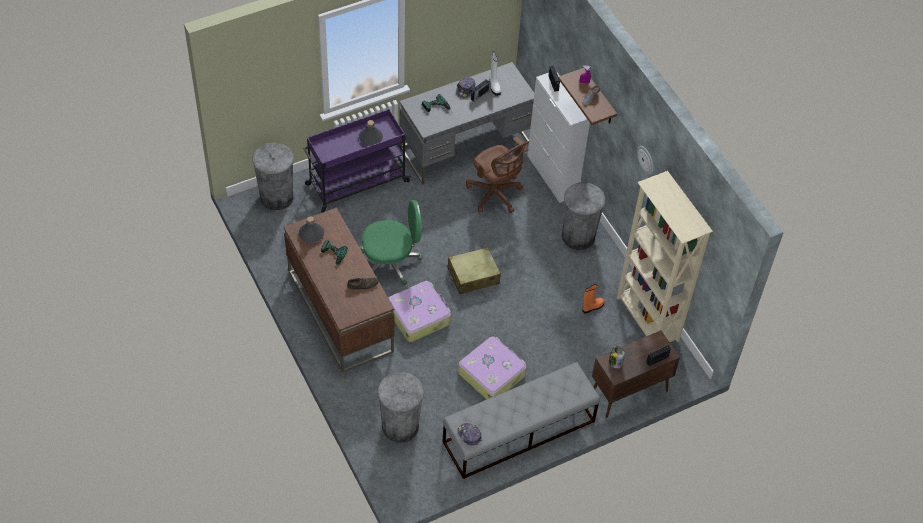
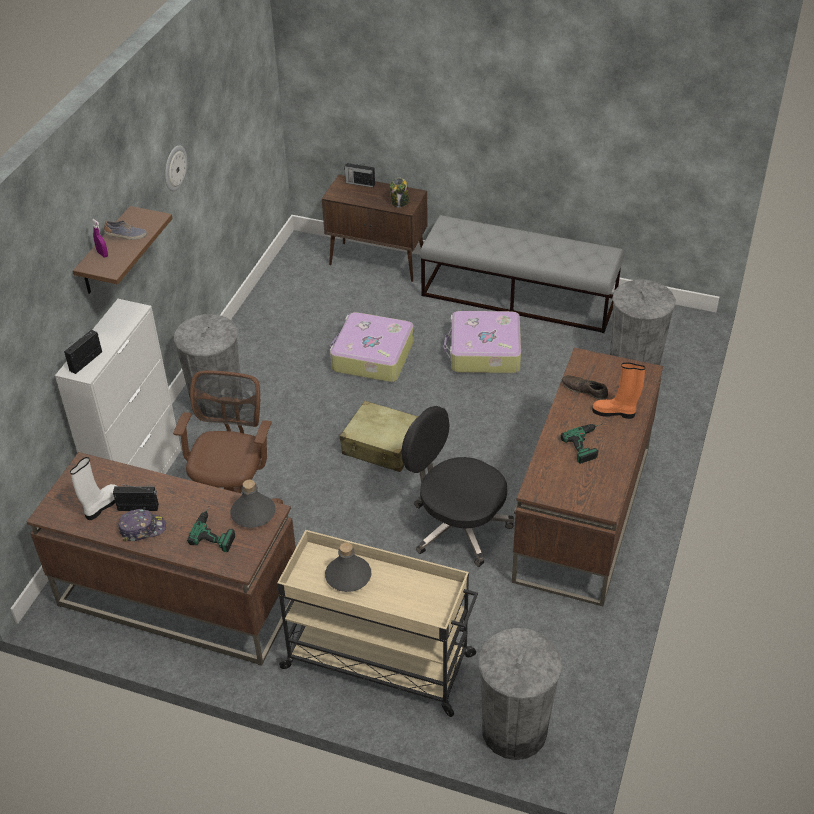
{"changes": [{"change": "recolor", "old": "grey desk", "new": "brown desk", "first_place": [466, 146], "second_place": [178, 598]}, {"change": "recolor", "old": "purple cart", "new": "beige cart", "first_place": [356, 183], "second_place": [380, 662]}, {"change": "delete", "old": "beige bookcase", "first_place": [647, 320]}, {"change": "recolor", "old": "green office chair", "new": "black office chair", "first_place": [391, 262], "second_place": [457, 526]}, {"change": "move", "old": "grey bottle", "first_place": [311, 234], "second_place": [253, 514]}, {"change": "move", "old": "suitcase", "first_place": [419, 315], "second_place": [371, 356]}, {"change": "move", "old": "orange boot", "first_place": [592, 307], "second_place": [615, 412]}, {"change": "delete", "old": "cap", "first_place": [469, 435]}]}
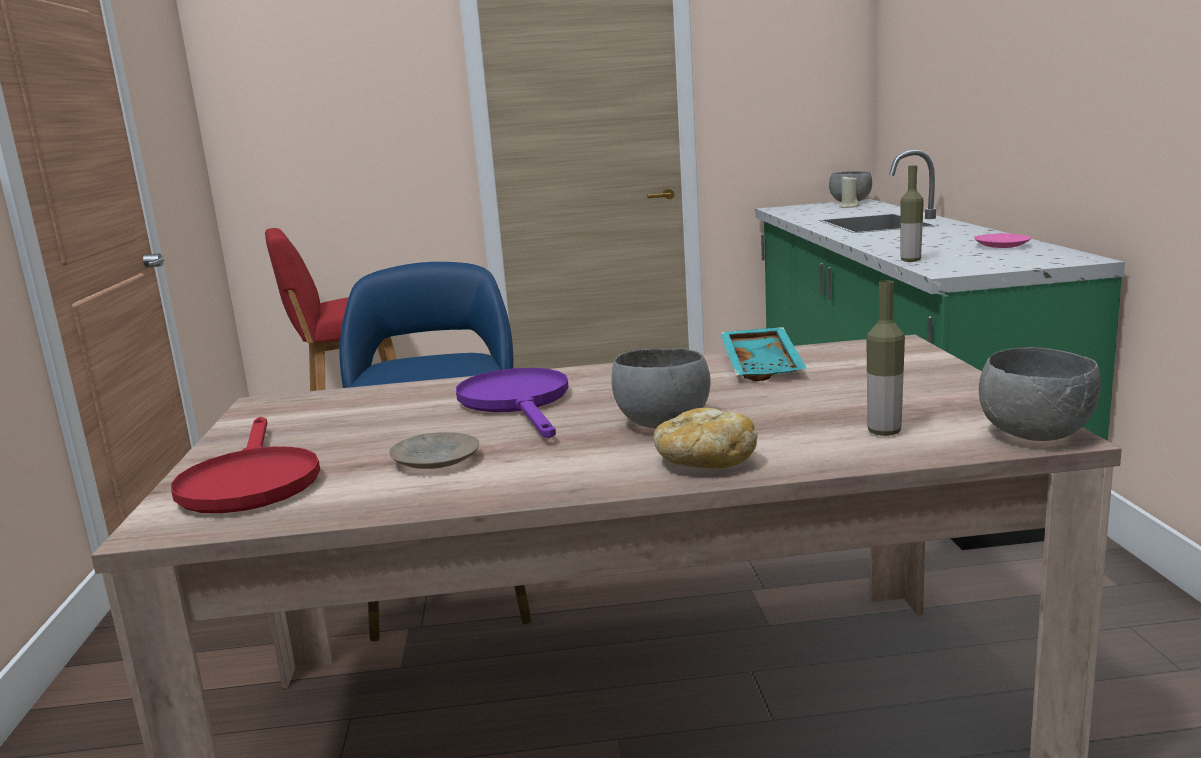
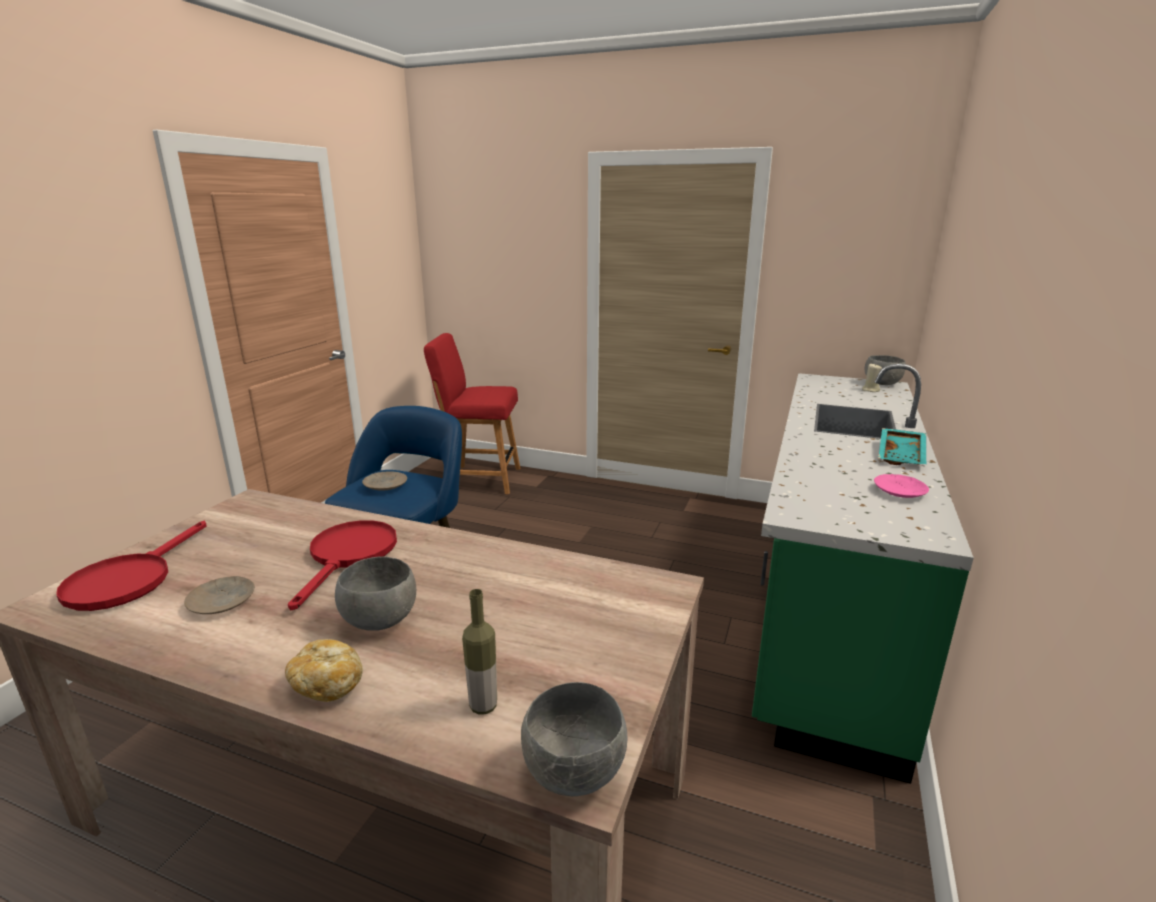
{"changes": [{"change": "delete", "old": "bottle", "first_place": [910, 260]}, {"change": "move", "old": "turquoise tray", "first_place": [764, 366], "second_place": [902, 455]}, {"change": "recolor", "old": "purple frying pan", "new": "red frying pan", "first_place": [518, 402], "second_place": [349, 556]}, {"change": "insert", "new": "beige plate", "second_place": [385, 485]}]}
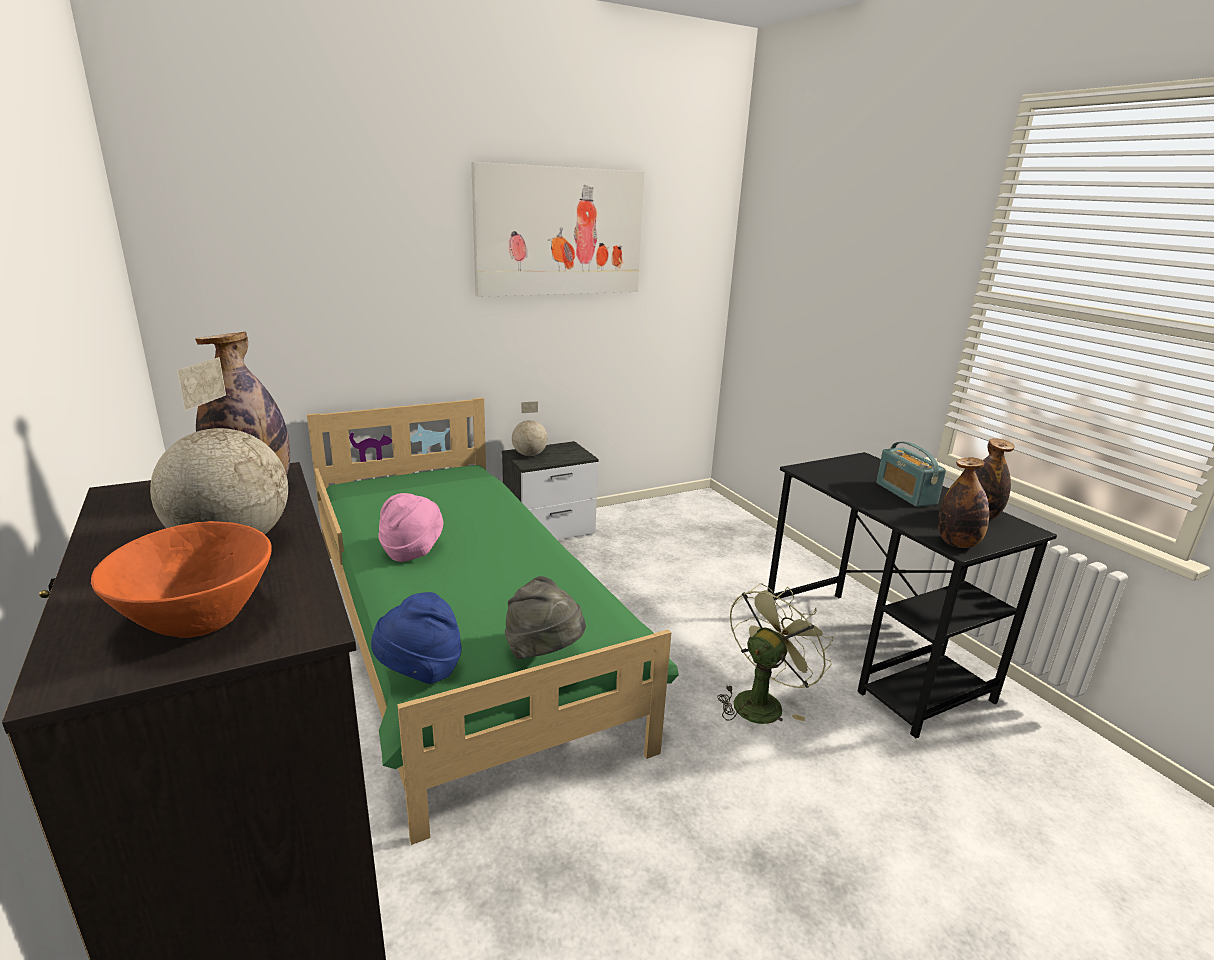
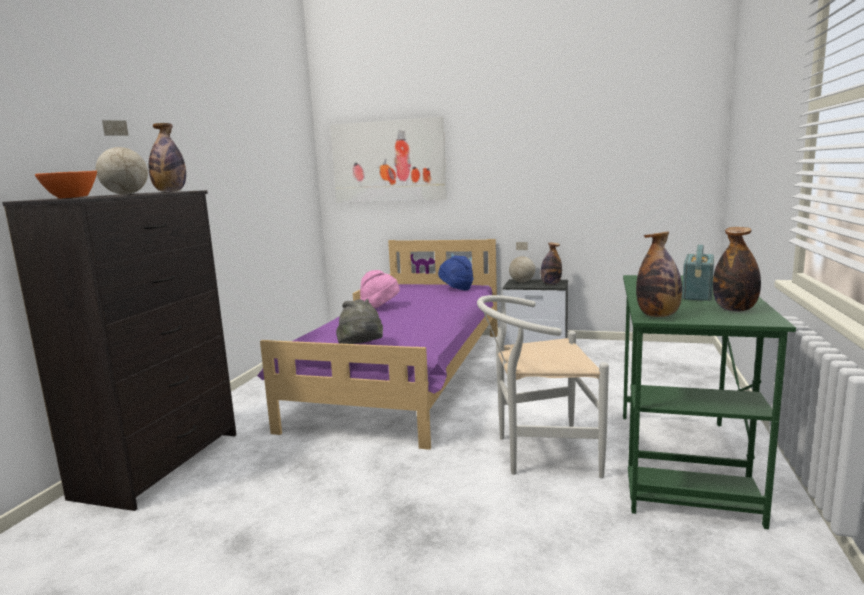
{"changes": [{"change": "move", "old": "picture", "first_place": [560, 232], "second_place": [388, 161]}, {"change": "recolor", "old": "green bed", "new": "purple bed", "first_place": [463, 637], "second_place": [408, 375]}, {"change": "recolor", "old": "black desk", "new": "green desk", "first_place": [872, 657], "second_place": [682, 463]}, {"change": "replace", "old": "green fan", "new": "white chair", "first_place": [762, 701], "second_place": [538, 452]}, {"change": "move", "old": "blue hat", "first_place": [420, 671], "second_place": [456, 289]}, {"change": "insert", "new": "bottle", "second_place": [551, 284]}]}
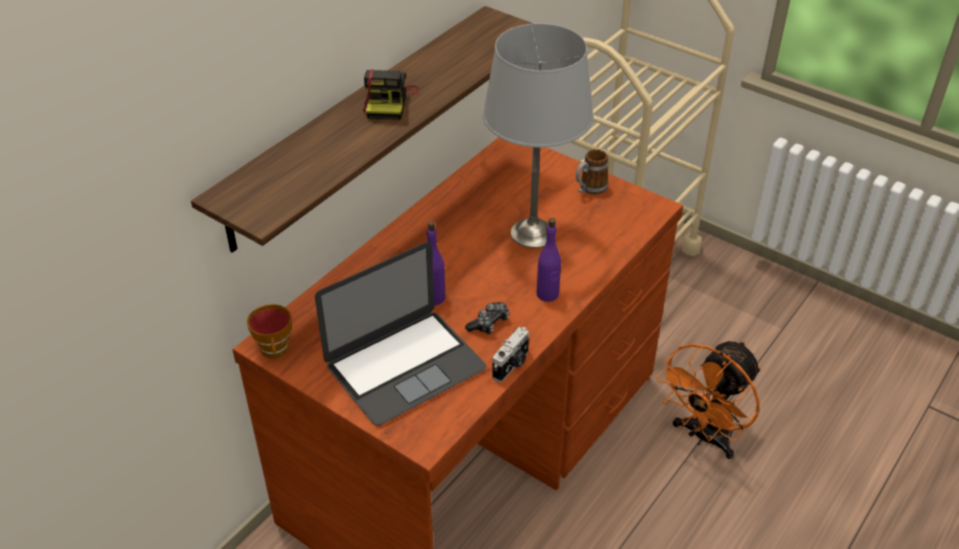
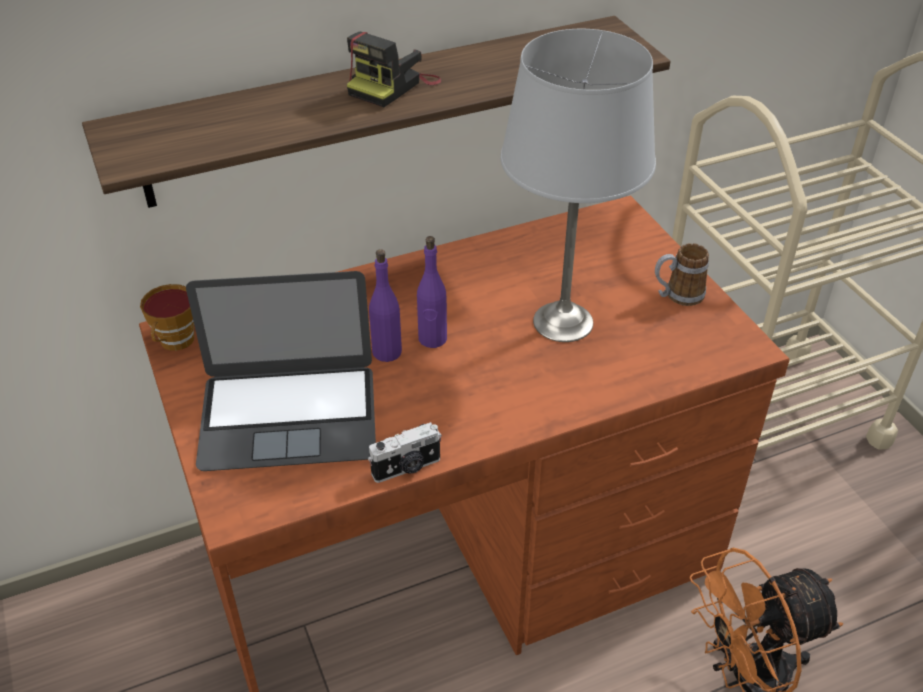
{"changes": [{"change": "move", "old": "purple bottle", "first_place": [547, 294], "second_place": [432, 339]}, {"change": "delete", "old": "game controller", "first_place": [489, 323]}]}
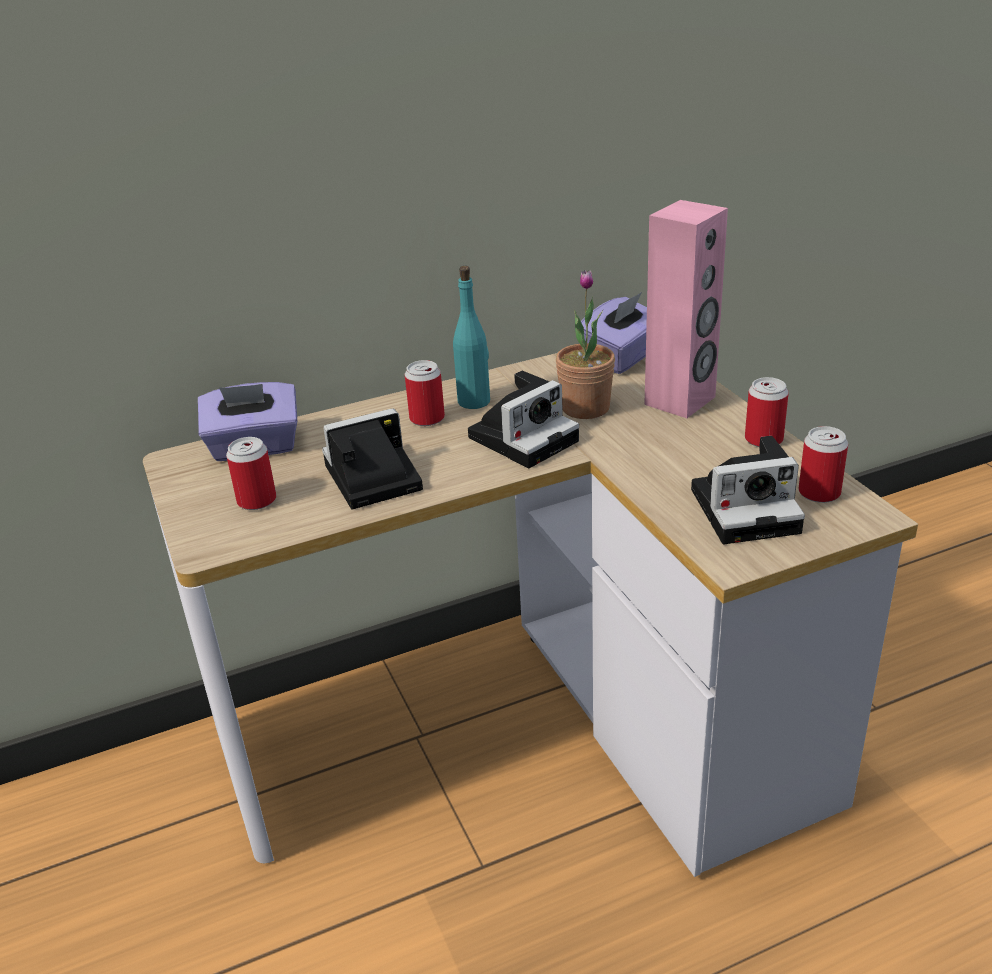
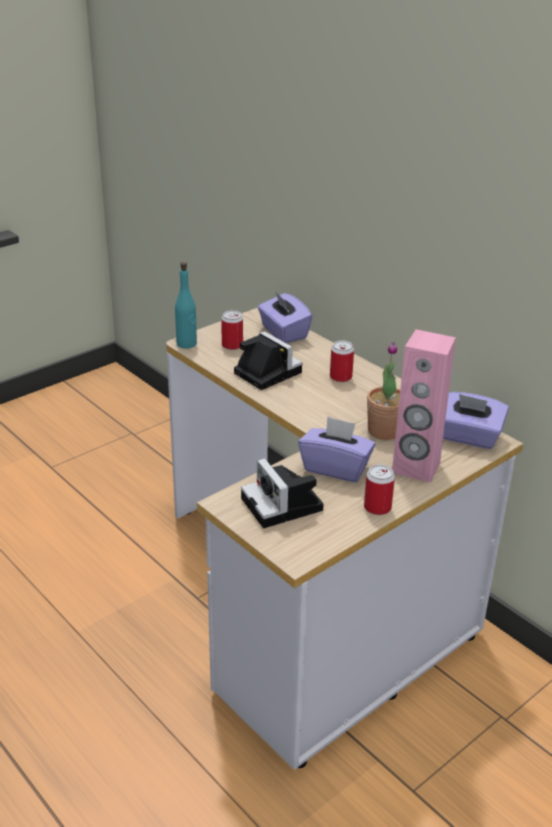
{"changes": [{"change": "move", "old": "turquoise bottle", "first_place": [474, 401], "second_place": [187, 344]}, {"change": "delete", "old": "photo camera", "first_place": [525, 437]}, {"change": "delete", "old": "can", "first_place": [819, 493]}, {"change": "insert", "new": "purple tissue box", "second_place": [336, 468]}]}
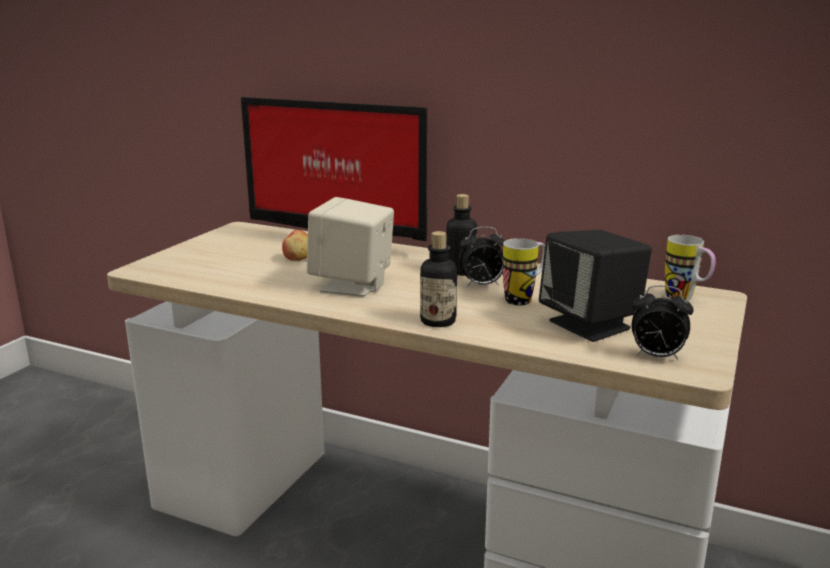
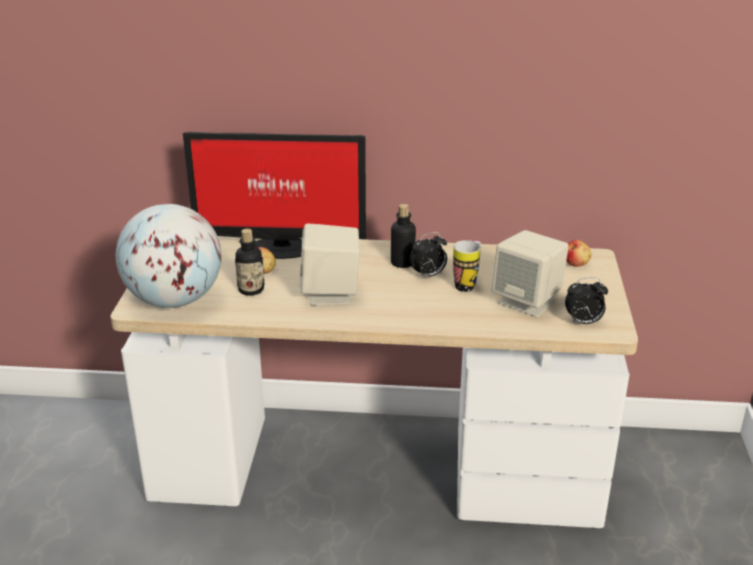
{"changes": [{"change": "recolor", "old": "black speaker", "new": "beige speaker", "first_place": [591, 325], "second_place": [527, 301]}, {"change": "move", "old": "bottle", "first_place": [438, 321], "second_place": [251, 290]}, {"change": "replace", "old": "mug", "new": "apple", "first_place": [686, 299], "second_place": [576, 263]}, {"change": "insert", "new": "globe", "second_place": [174, 300]}]}
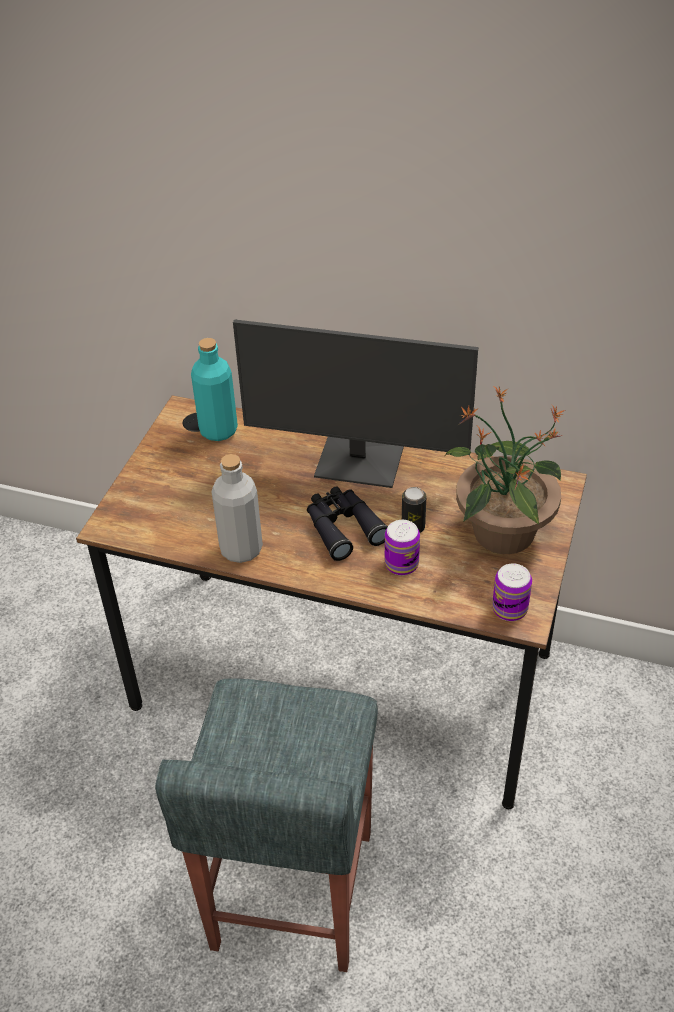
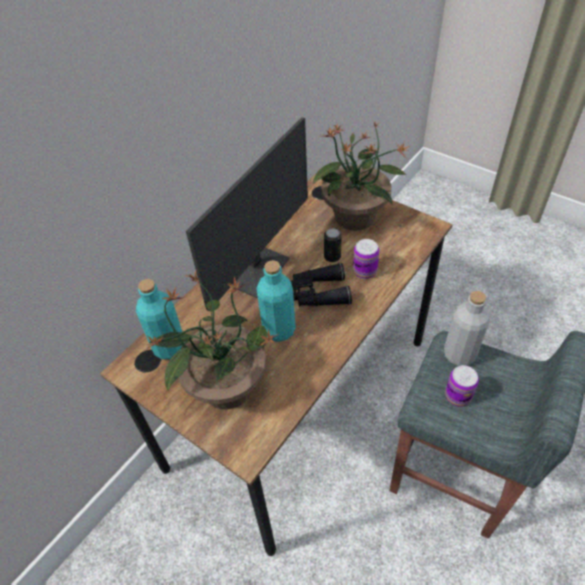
{"changes": [{"change": "move", "old": "grey bottle", "first_place": [241, 549], "second_place": [459, 354]}, {"change": "move", "old": "can", "first_place": [509, 609], "second_place": [458, 396]}, {"change": "insert", "new": "turquoise bottle", "second_place": [279, 330]}, {"change": "insert", "new": "potted plant", "second_place": [225, 386]}]}
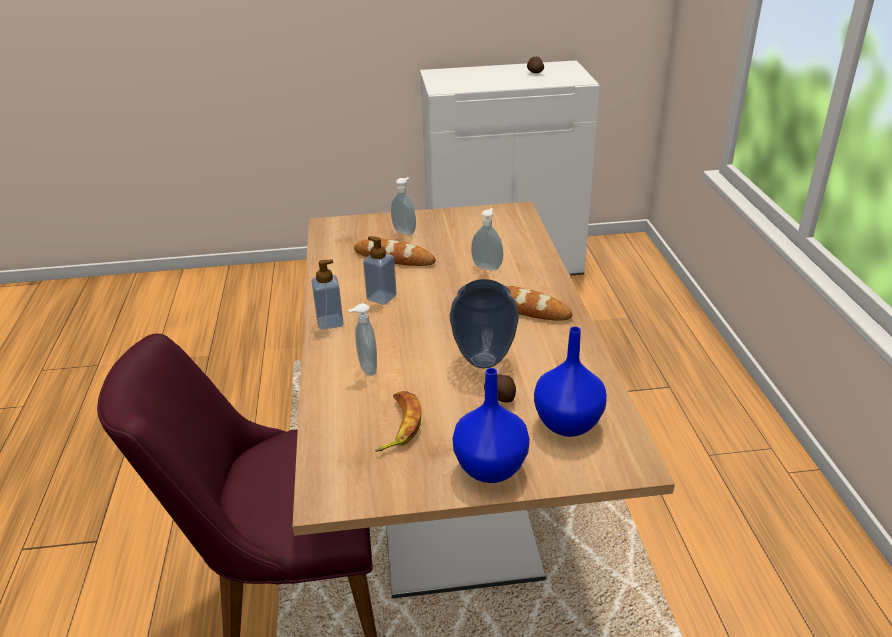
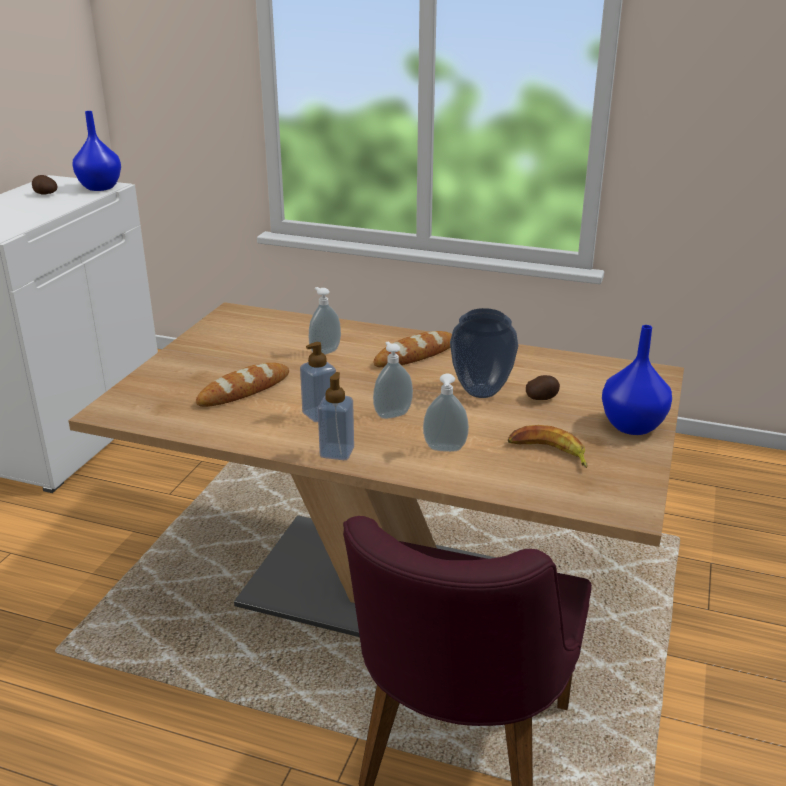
{"changes": [{"change": "move", "old": "soap dispenser", "first_place": [405, 231], "second_place": [392, 414]}, {"change": "move", "old": "blue vase", "first_place": [568, 425], "second_place": [101, 187]}]}
